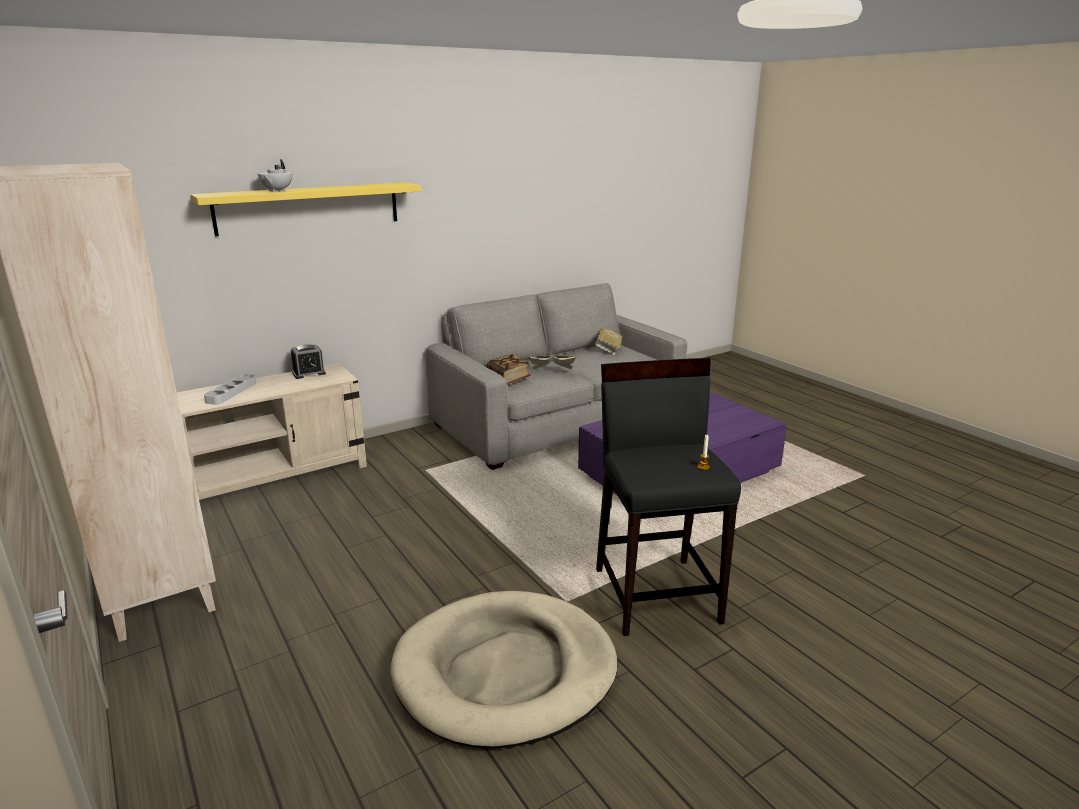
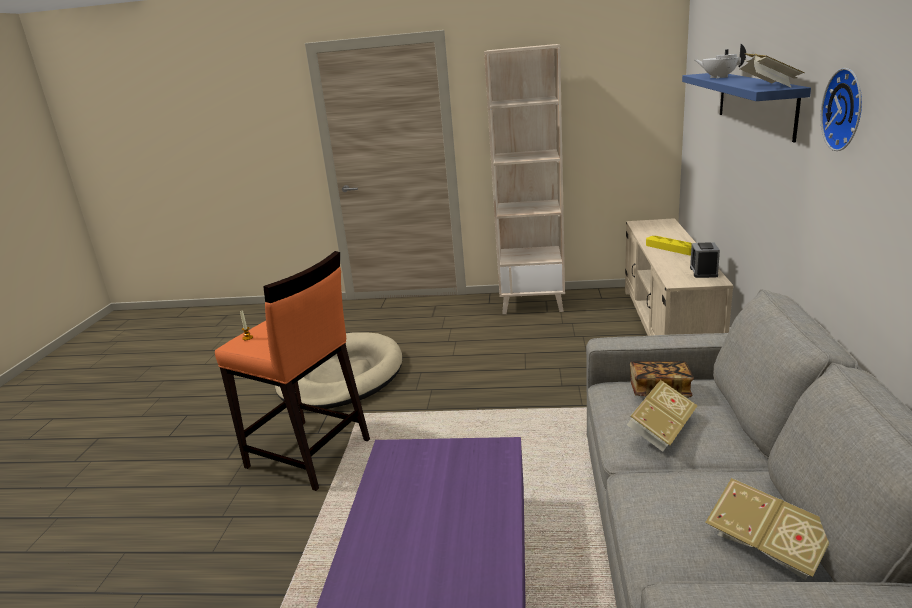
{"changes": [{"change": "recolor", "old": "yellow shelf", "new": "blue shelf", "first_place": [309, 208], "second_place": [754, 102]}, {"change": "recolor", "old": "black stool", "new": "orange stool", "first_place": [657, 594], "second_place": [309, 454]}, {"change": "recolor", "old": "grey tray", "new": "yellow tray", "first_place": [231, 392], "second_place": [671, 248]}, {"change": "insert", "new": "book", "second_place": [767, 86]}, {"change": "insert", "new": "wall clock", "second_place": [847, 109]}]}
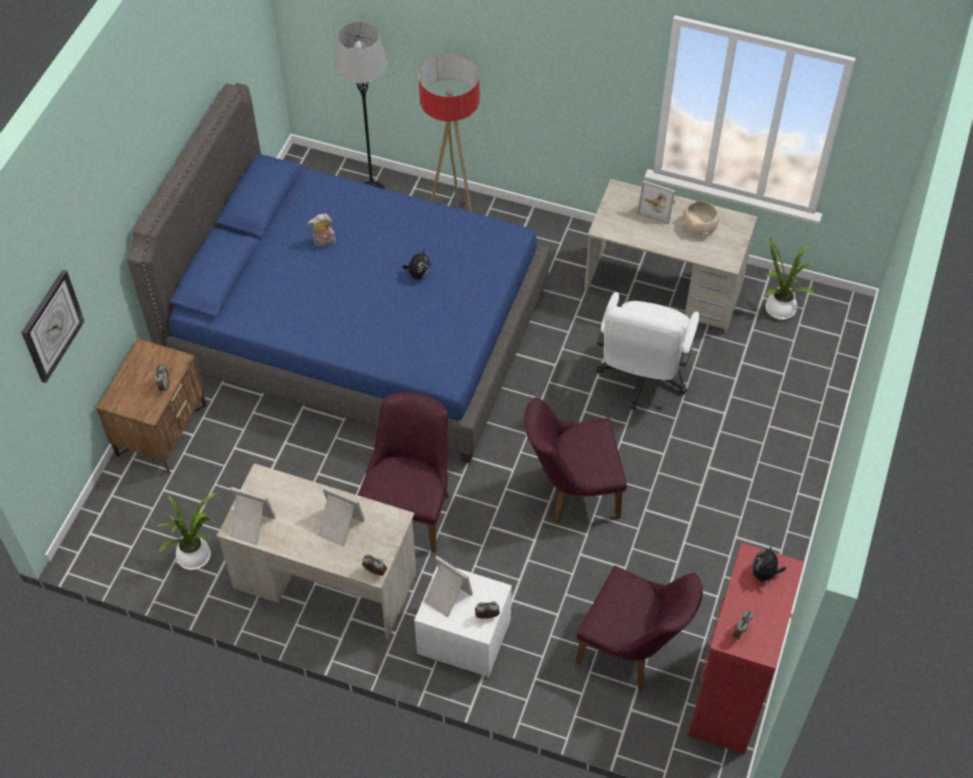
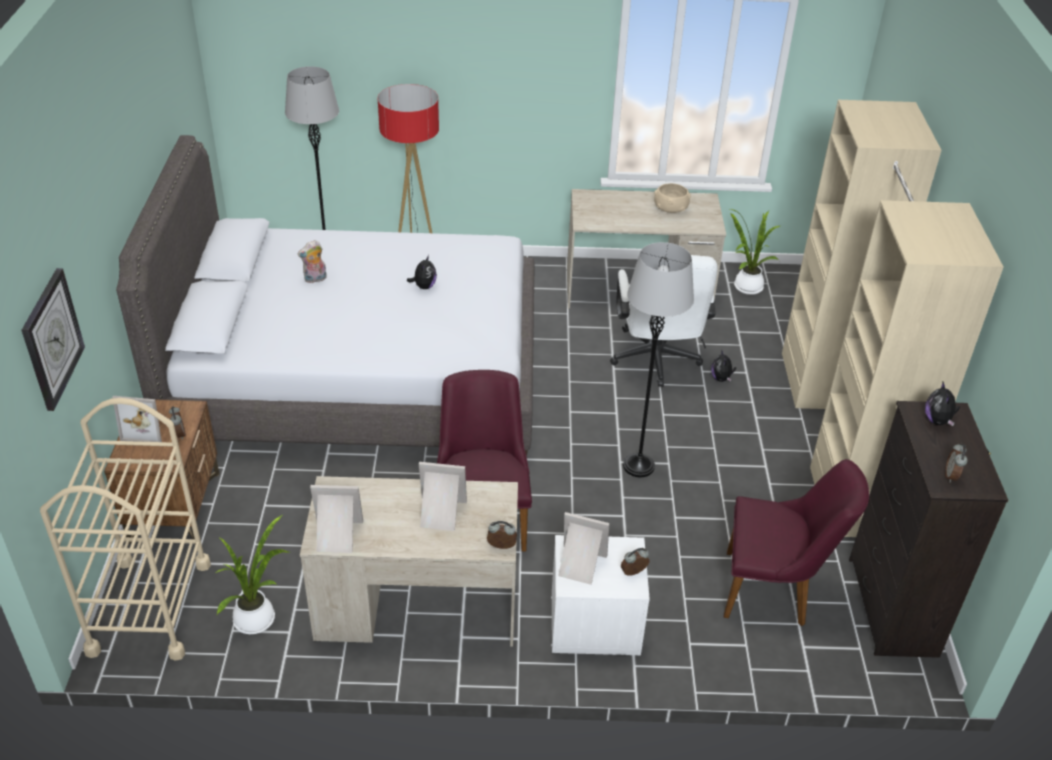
{"changes": [{"change": "recolor", "old": "blue bed", "new": "grey bed", "first_place": [357, 331], "second_place": [359, 378]}, {"change": "move", "old": "picture frame", "first_place": [658, 208], "second_place": [147, 429]}, {"change": "replace", "old": "purple chair", "new": "grey floor lamp", "first_place": [571, 492], "second_place": [638, 466]}, {"change": "recolor", "old": "red dresser", "new": "black dresser", "first_place": [728, 695], "second_place": [891, 607]}, {"change": "insert", "new": "beige wardrobe", "second_place": [838, 438]}, {"change": "insert", "new": "plush toy", "second_place": [721, 378]}, {"change": "insert", "new": "beige cart", "second_place": [150, 607]}]}
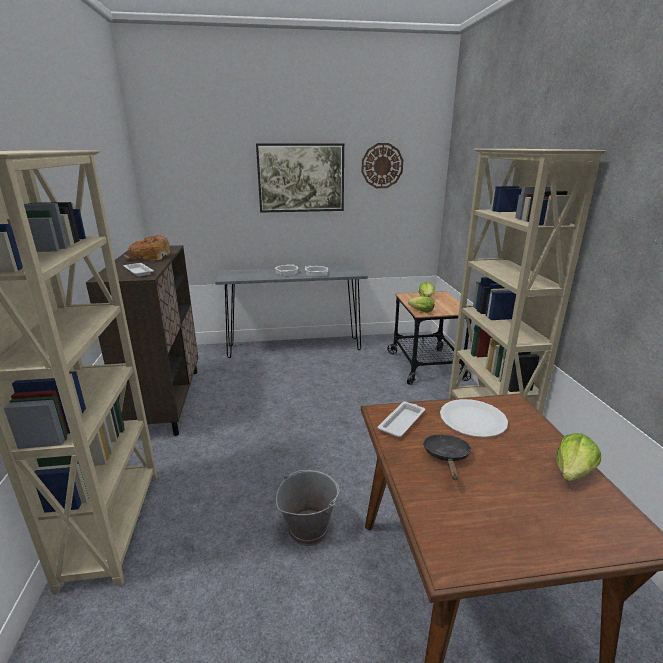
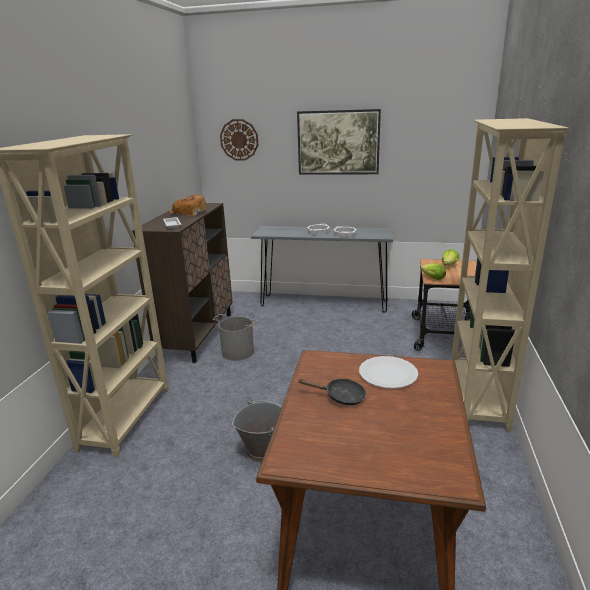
{"changes": [{"change": "move", "old": "wall clock", "first_place": [382, 166], "second_place": [239, 140]}, {"change": "delete", "old": "white tray", "first_place": [402, 422]}, {"change": "delete", "old": "lettuce", "first_place": [573, 472]}, {"change": "rotate", "old": "black frying pan", "first_place": [447, 457], "second_place": [341, 397], "degrees": 75}, {"change": "insert", "new": "grey bucket", "second_place": [238, 352]}]}
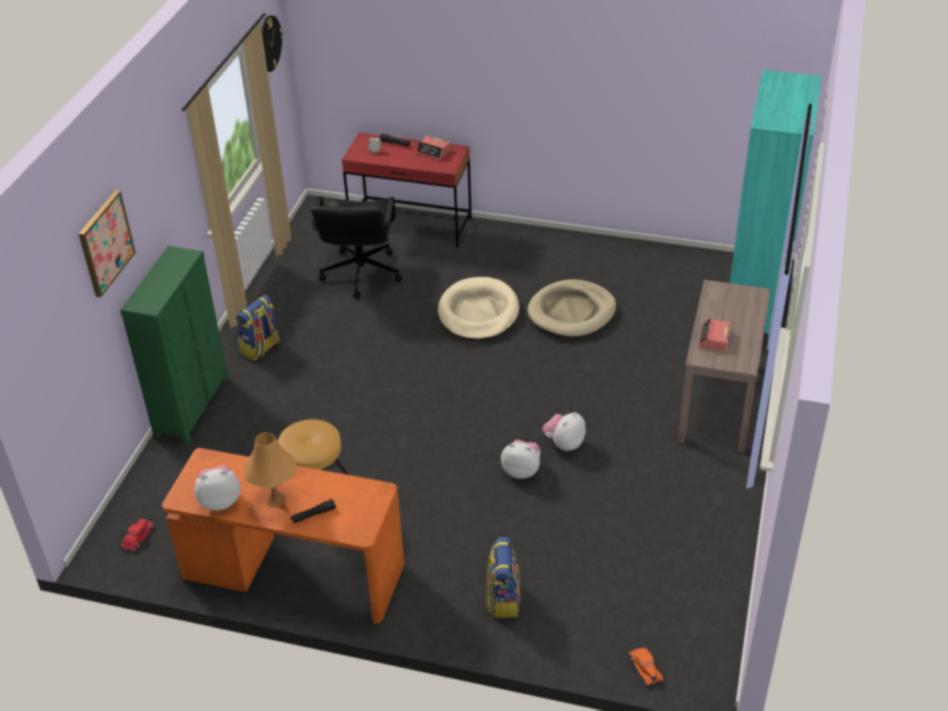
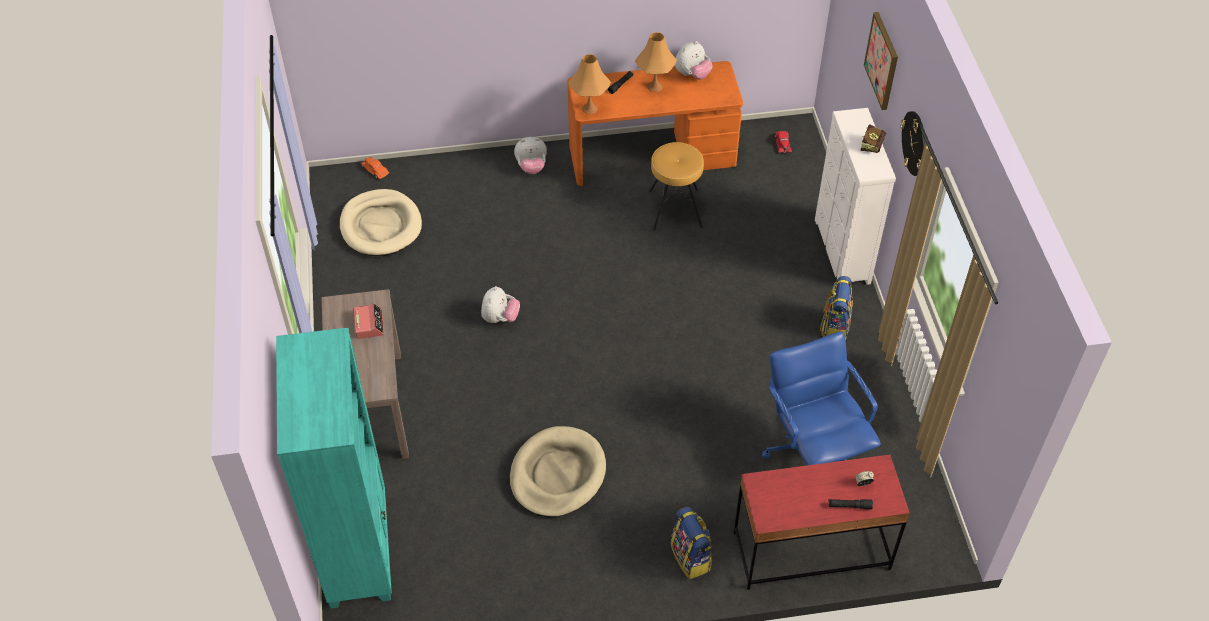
{"changes": [{"change": "move", "old": "wall clock", "first_place": [268, 43], "second_place": [915, 143]}, {"change": "delete", "old": "alarm clock", "first_place": [434, 151]}, {"change": "recolor", "old": "black office chair", "new": "blue office chair", "first_place": [360, 273], "second_place": [813, 453]}, {"change": "recolor", "old": "green dresser", "new": "white dresser", "first_place": [193, 406], "second_place": [841, 251]}, {"change": "move", "old": "beige dog bed", "first_place": [478, 313], "second_place": [381, 226]}, {"change": "move", "old": "plush toy", "first_place": [521, 470], "second_place": [531, 167]}, {"change": "move", "old": "backpack", "first_place": [503, 599], "second_place": [691, 557]}, {"change": "insert", "new": "orange table lamp", "second_place": [589, 108]}, {"change": "insert", "new": "book", "second_place": [872, 144]}]}
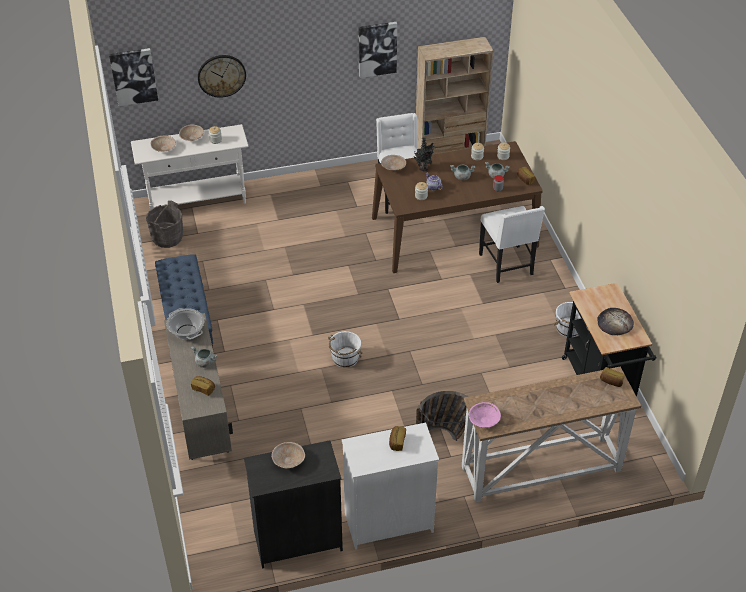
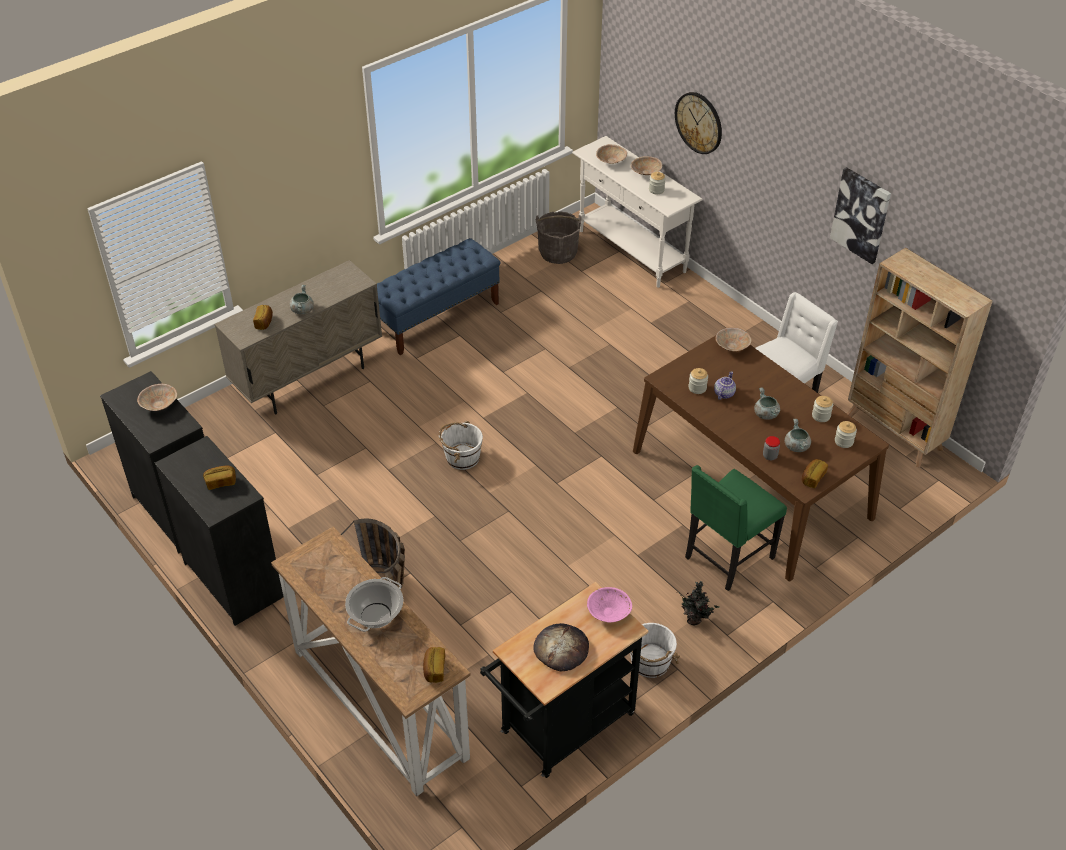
{"changes": [{"change": "delete", "old": "picture", "first_place": [133, 76]}, {"change": "move", "old": "potted plant", "first_place": [423, 168], "second_place": [695, 620]}, {"change": "recolor", "old": "white chair", "new": "green chair", "first_place": [507, 265], "second_place": [727, 558]}, {"change": "move", "old": "cooking pot", "first_place": [186, 332], "second_place": [376, 615]}, {"change": "move", "old": "pink bowl", "first_place": [483, 420], "second_place": [608, 611]}, {"change": "recolor", "old": "white dresser", "new": "black dresser", "first_place": [388, 522], "second_place": [234, 579]}]}
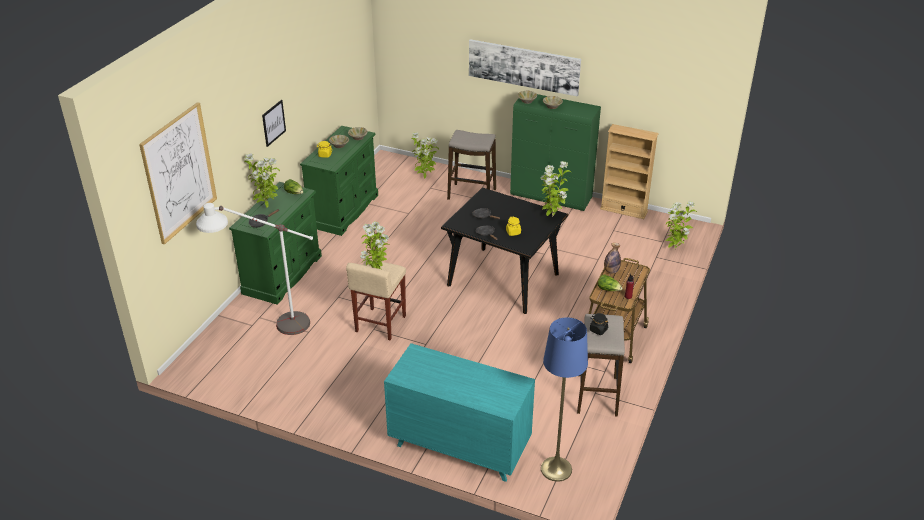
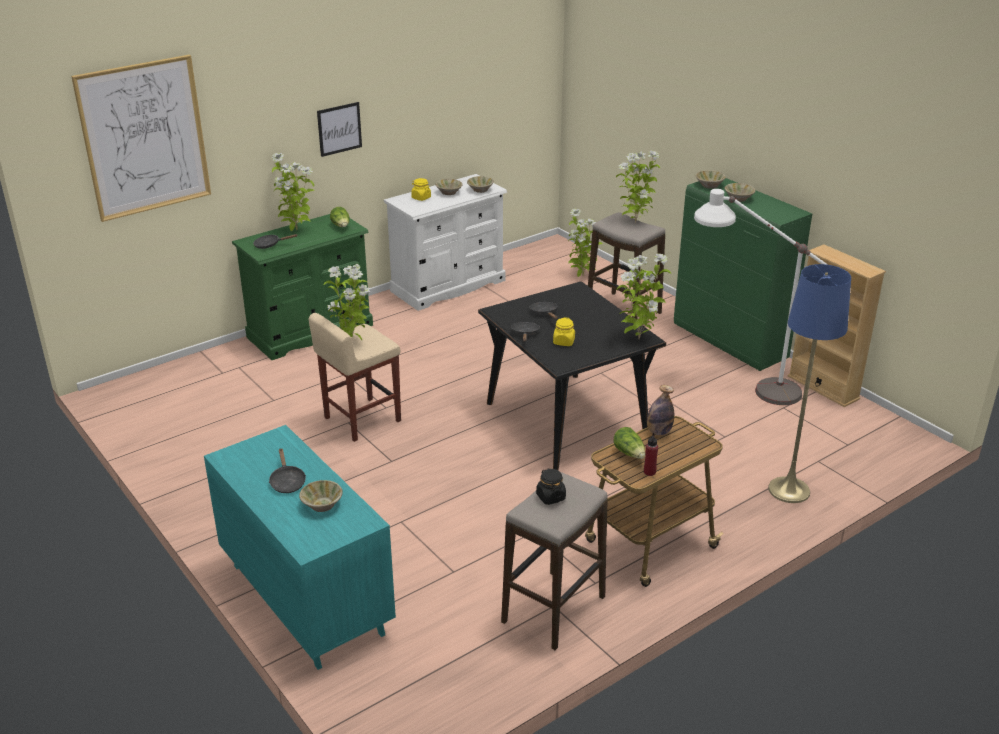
{"changes": [{"change": "delete", "old": "picture", "first_place": [523, 66]}, {"change": "recolor", "old": "green dresser", "new": "white dresser", "first_place": [344, 211], "second_place": [448, 286]}, {"change": "move", "old": "potted plant", "first_place": [674, 249], "second_place": [635, 222]}, {"change": "move", "old": "white floor lamp", "first_place": [269, 327], "second_place": [745, 387]}, {"change": "move", "old": "blue floor lamp", "first_place": [556, 469], "second_place": [789, 490]}, {"change": "insert", "new": "black frying pan", "second_place": [287, 482]}, {"change": "insert", "new": "beige bowl", "second_place": [322, 504]}]}
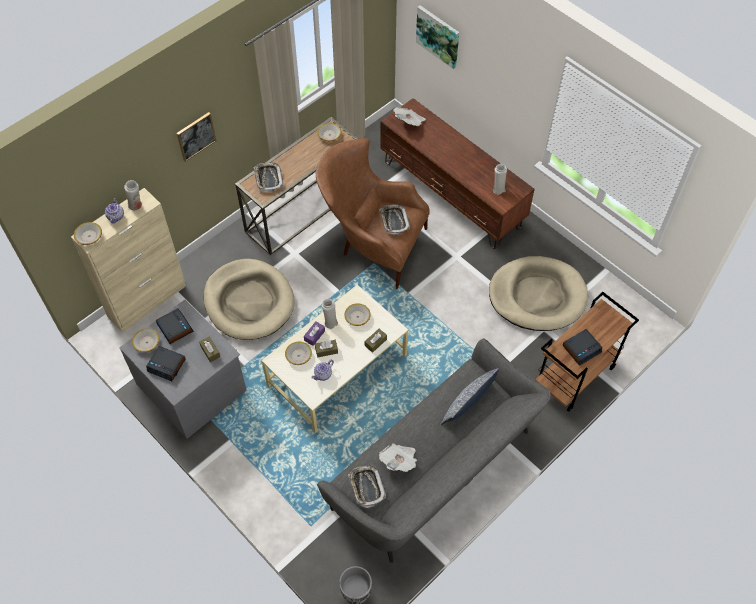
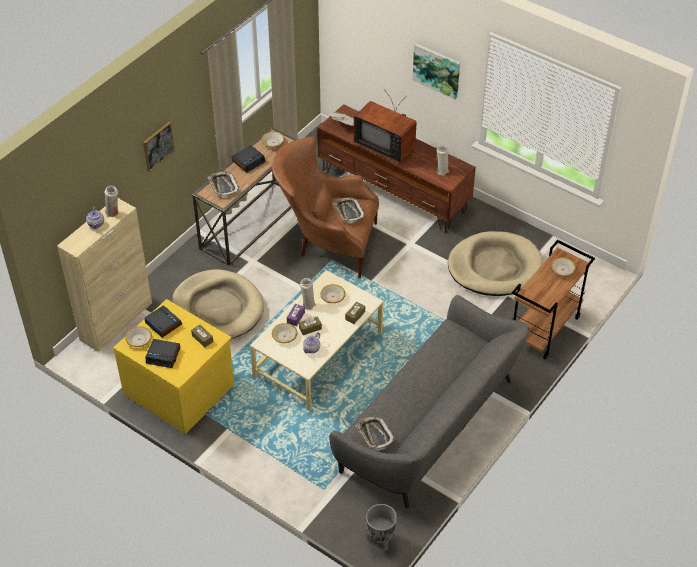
{"changes": [{"change": "move", "old": "picture", "first_place": [438, 36], "second_place": [437, 70]}, {"change": "move", "old": "bowl", "first_place": [89, 236], "second_place": [562, 270]}, {"change": "recolor", "old": "grey dresser", "new": "yellow dresser", "first_place": [192, 386], "second_place": [180, 388]}, {"change": "move", "old": "alarm clock", "first_place": [581, 348], "second_place": [248, 161]}, {"change": "delete", "old": "pillow", "first_place": [468, 402]}, {"change": "delete", "old": "newspaper", "first_place": [399, 461]}, {"change": "insert", "new": "television", "second_place": [386, 145]}]}
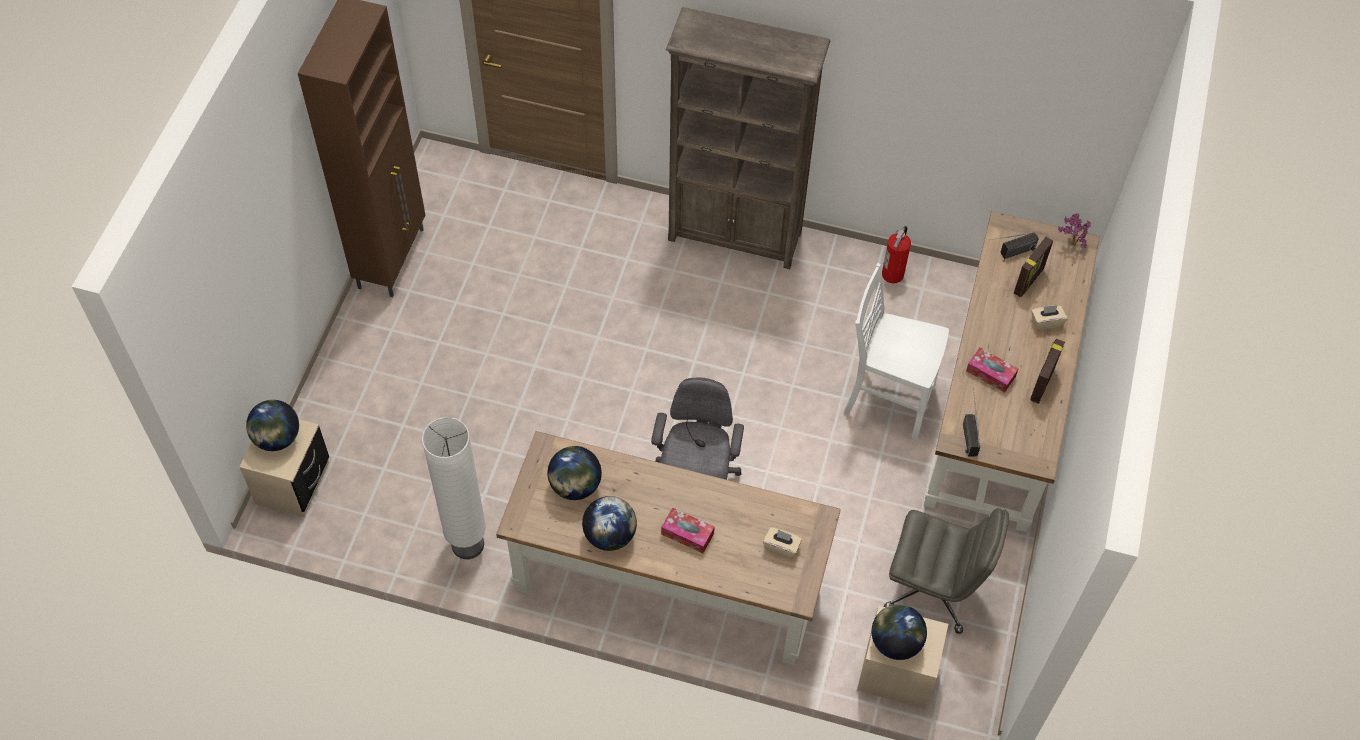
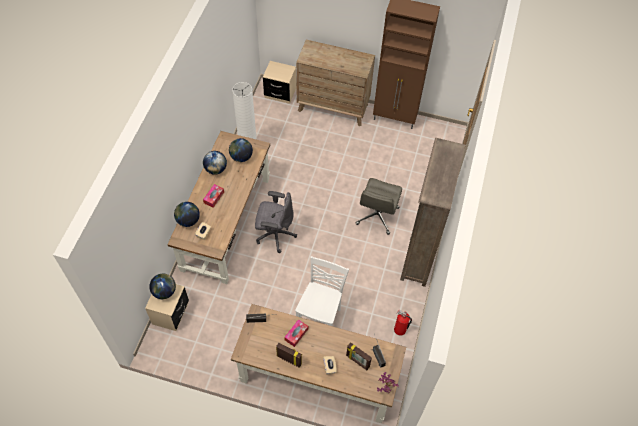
{"changes": [{"change": "move", "old": "globe", "first_place": [277, 438], "second_place": [188, 220]}, {"change": "move", "old": "grey office chair", "first_place": [933, 588], "second_place": [377, 216]}, {"change": "insert", "new": "brown dresser", "second_place": [333, 107]}]}
